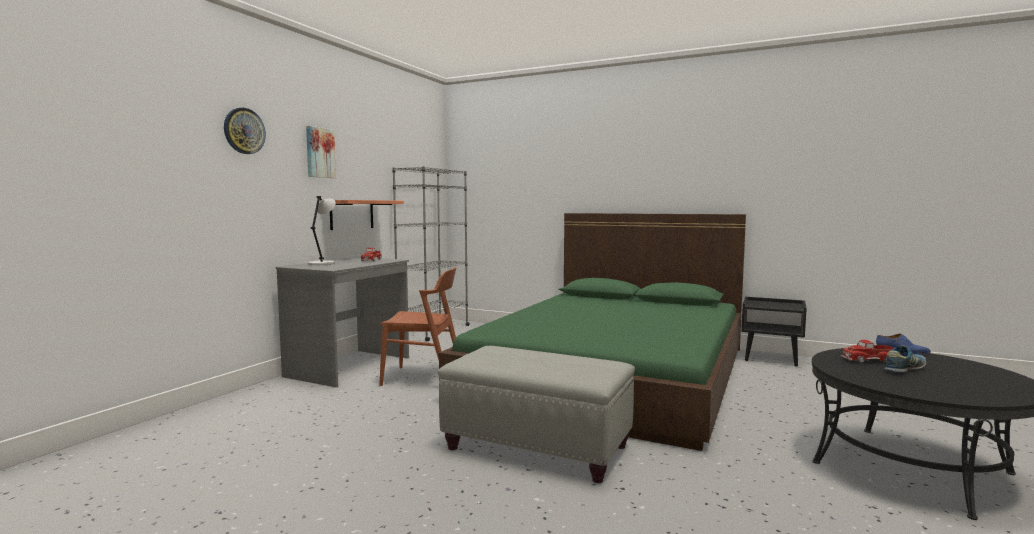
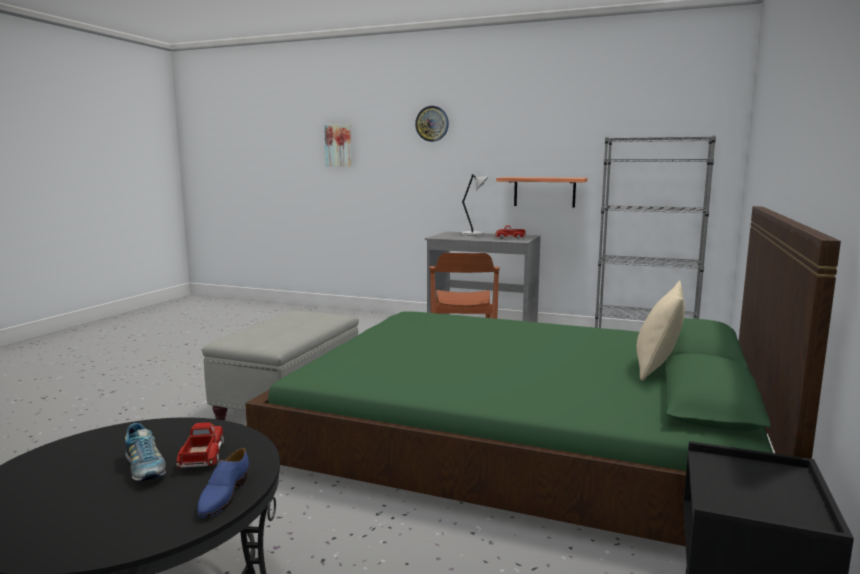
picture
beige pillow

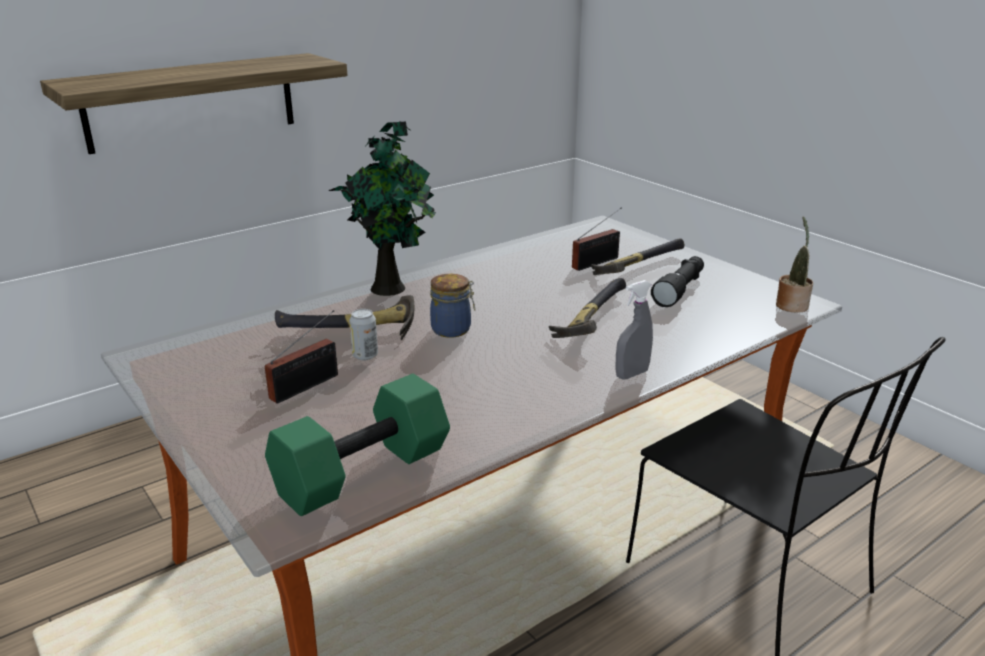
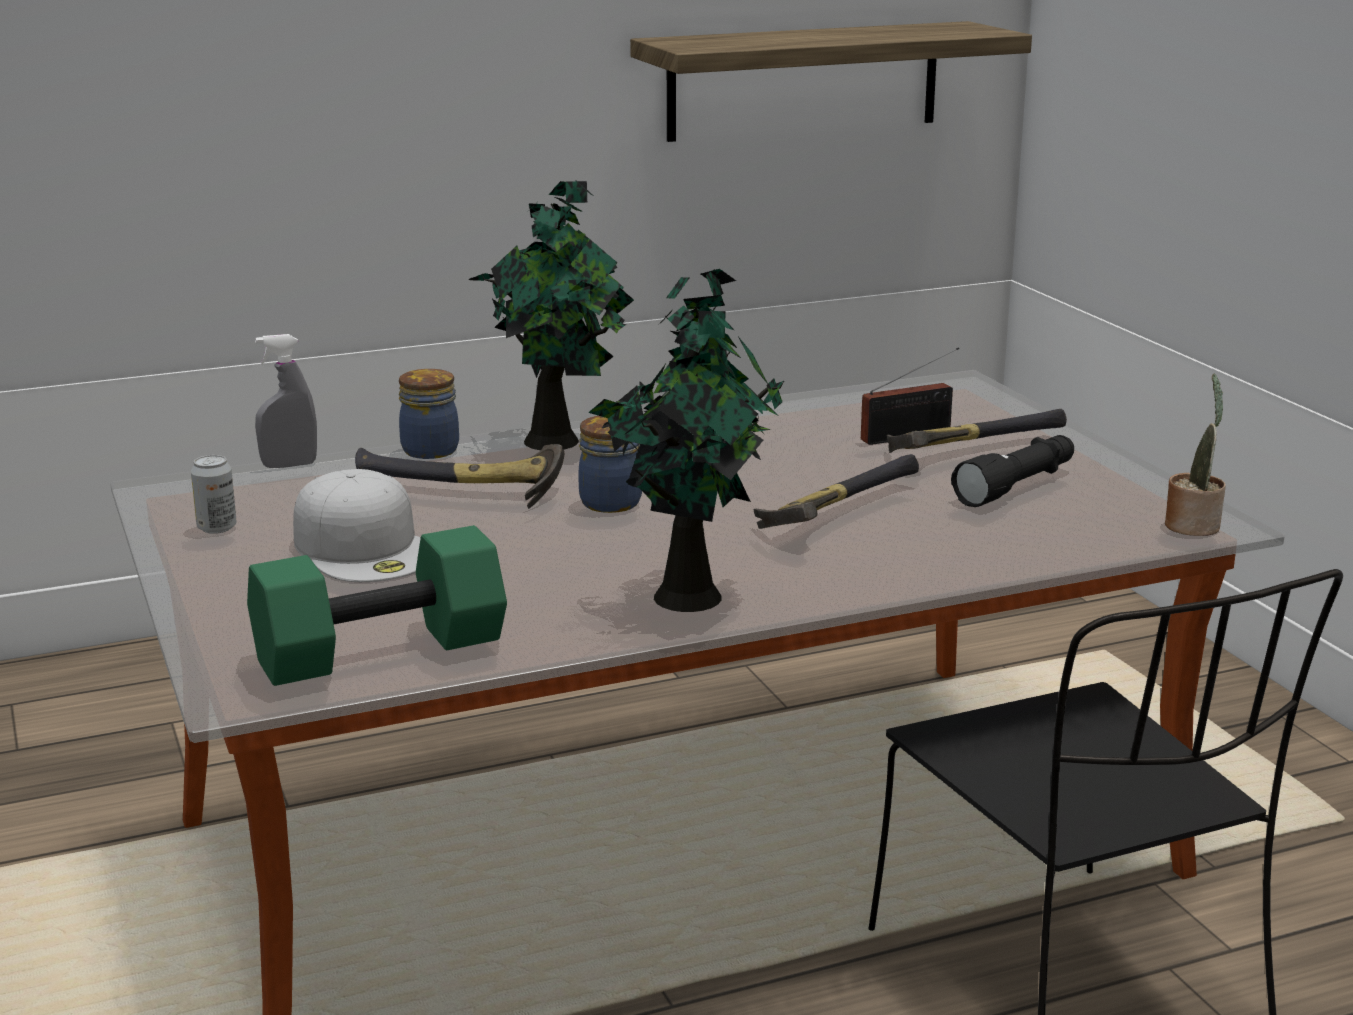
shelf
white cap
can
grey spray bottle
jar (no. 1 from left)
potted plant (no. 2 from left)

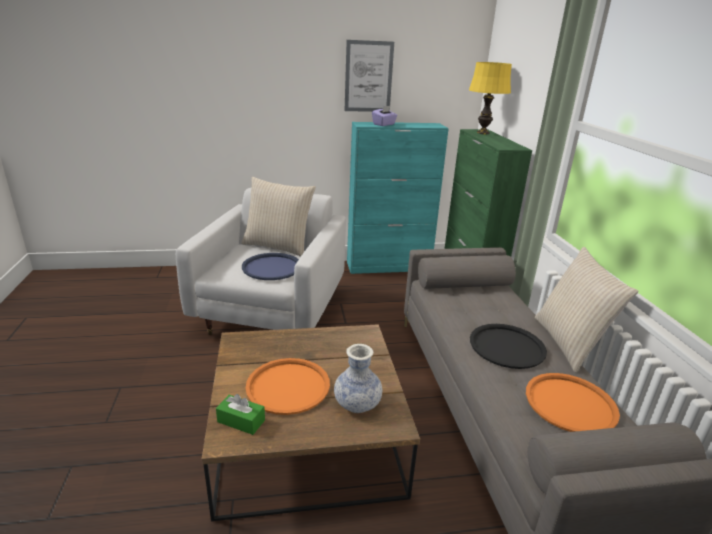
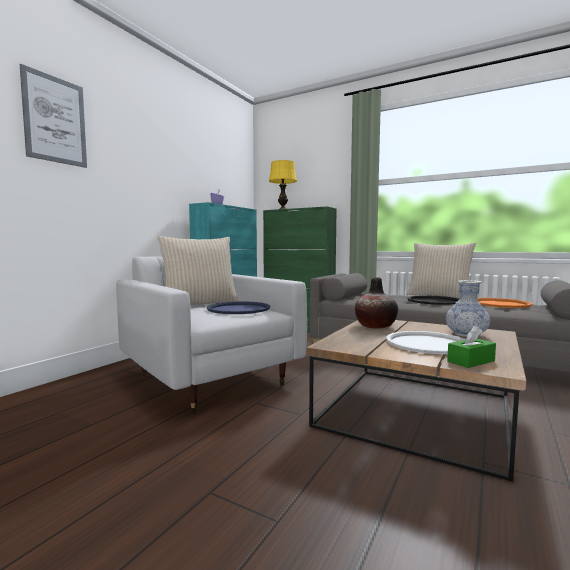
white tray
picture
vase (no. 1 from left)

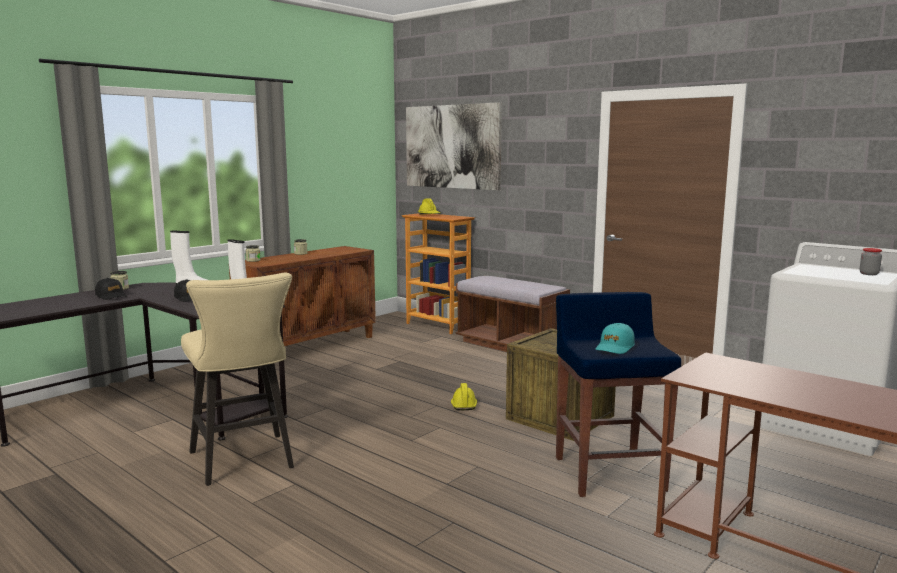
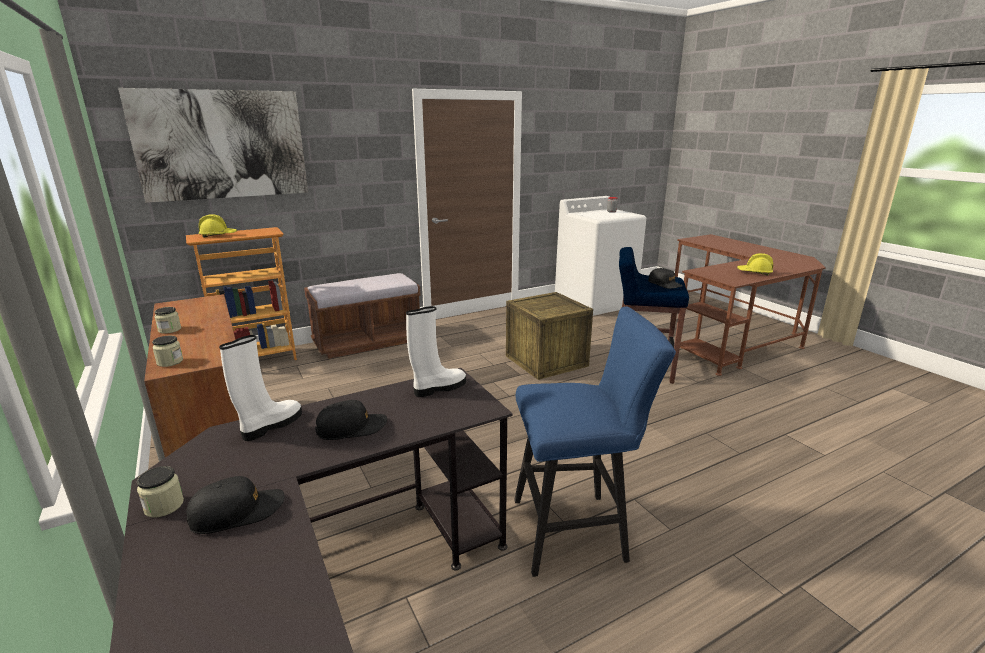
blue stool (no. 1 from left)
yellow hard hat (no. 2 from left)
black cap (no. 3 from left)

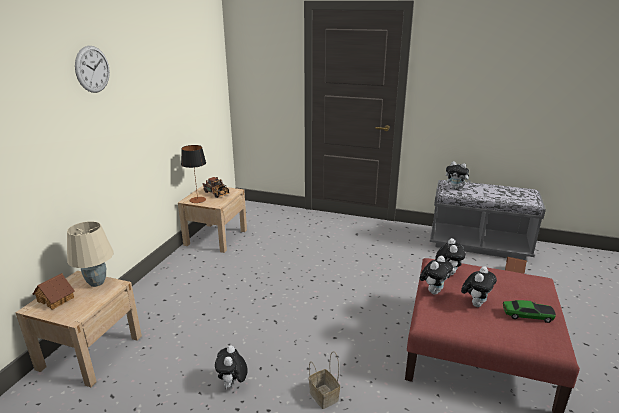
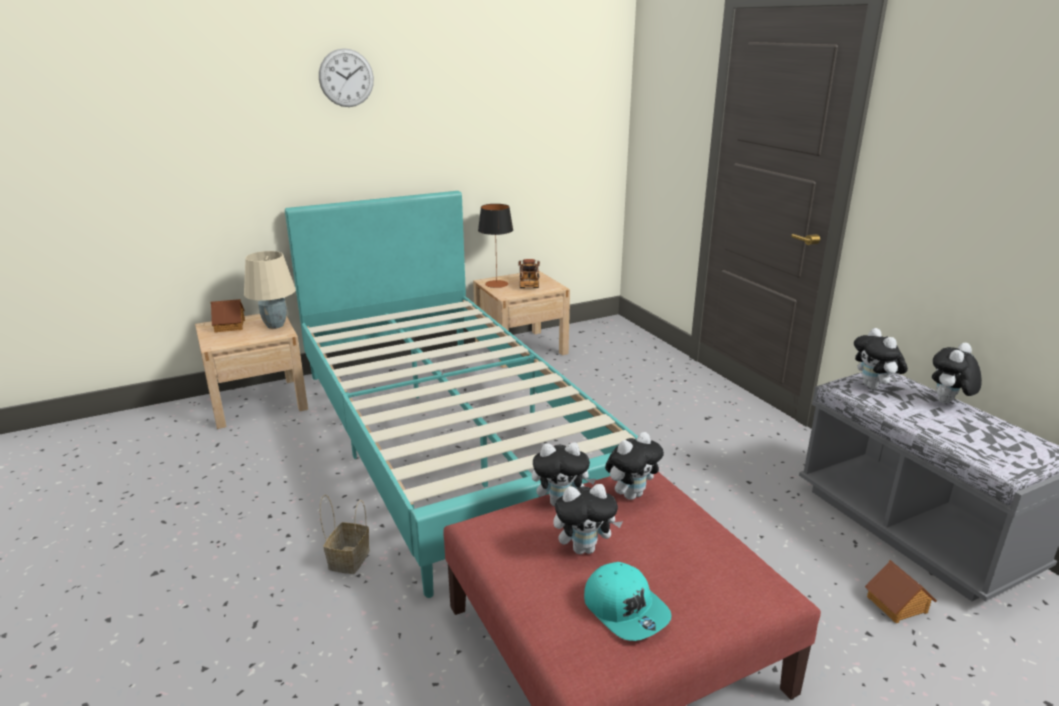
plush toy (no. 5 from left)
turquoise cap
turquoise bed

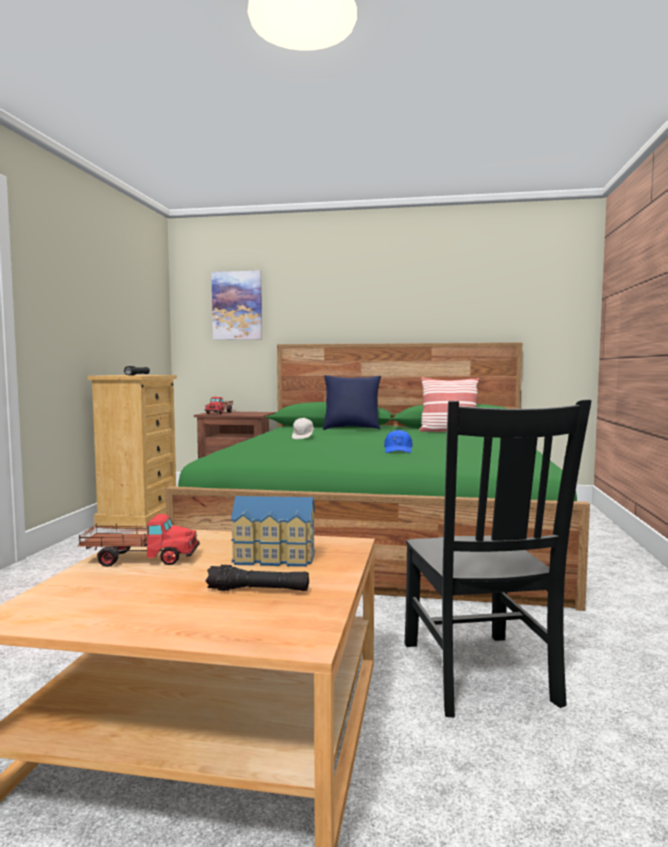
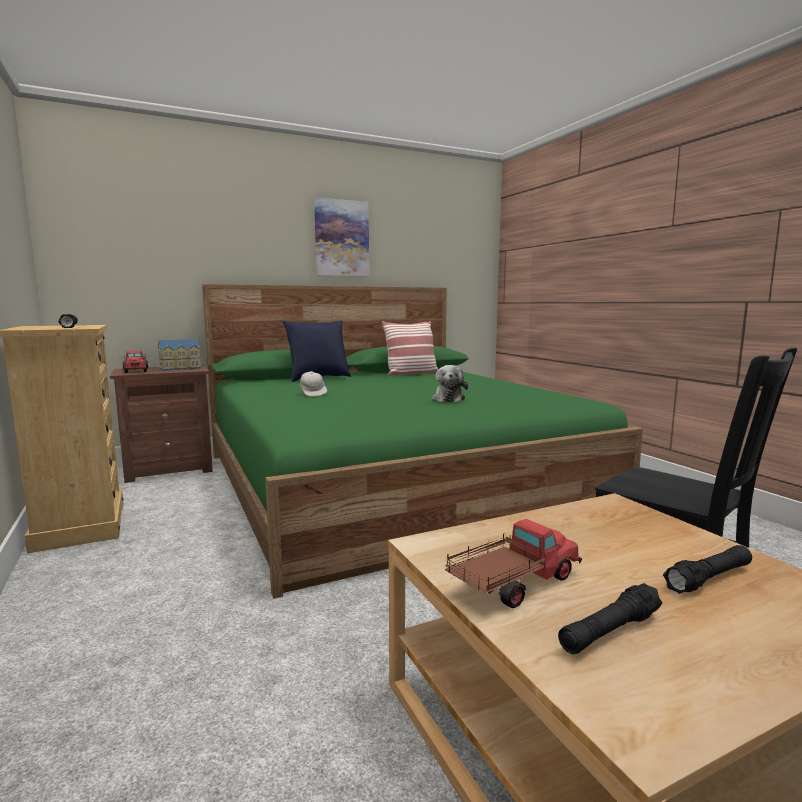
picture
toy house
plush toy
black flashlight (no. 2 from left)

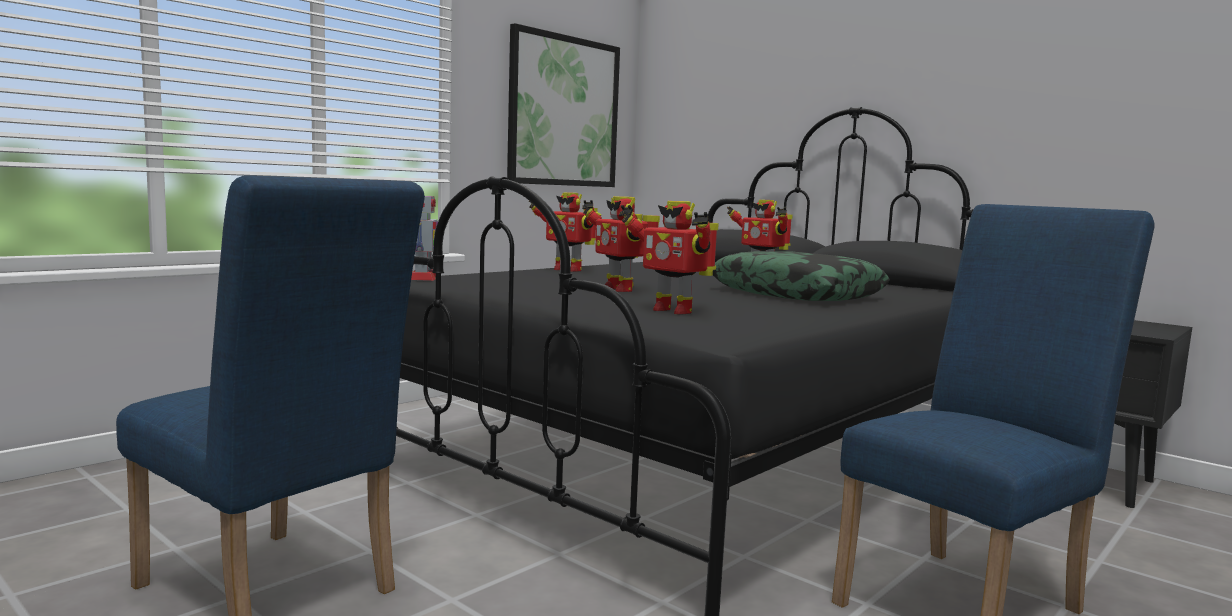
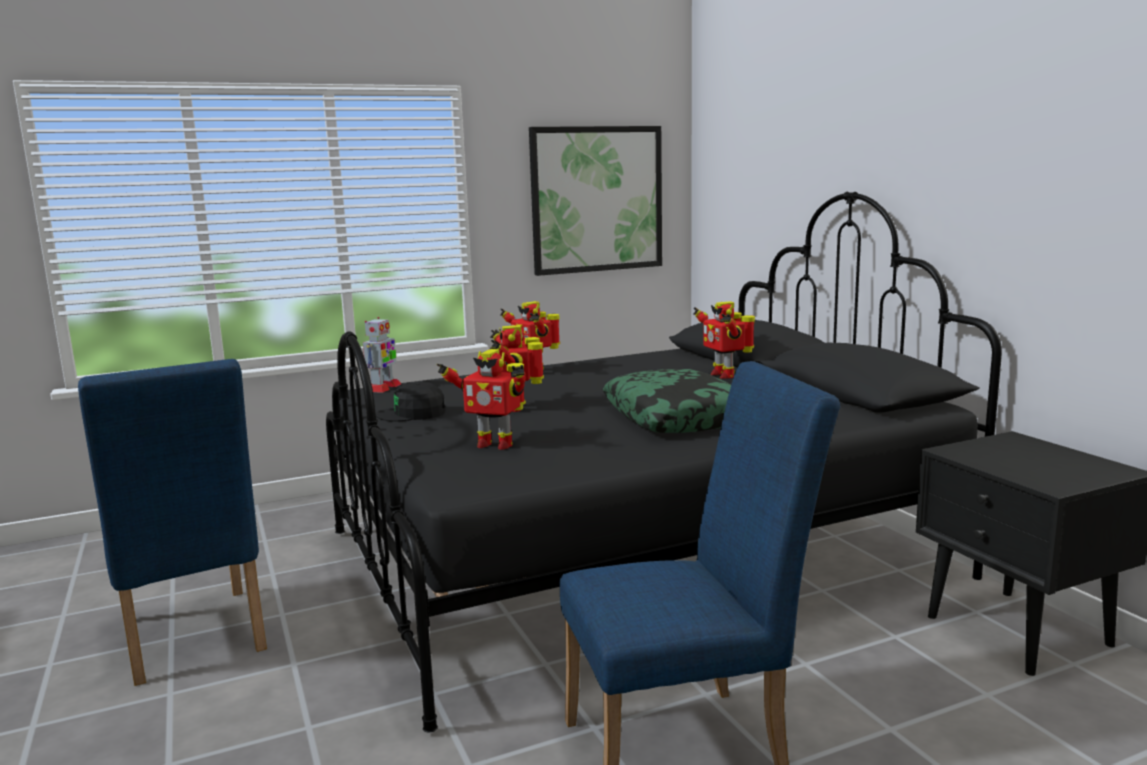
toy robot (no. 2 from left)
black cap

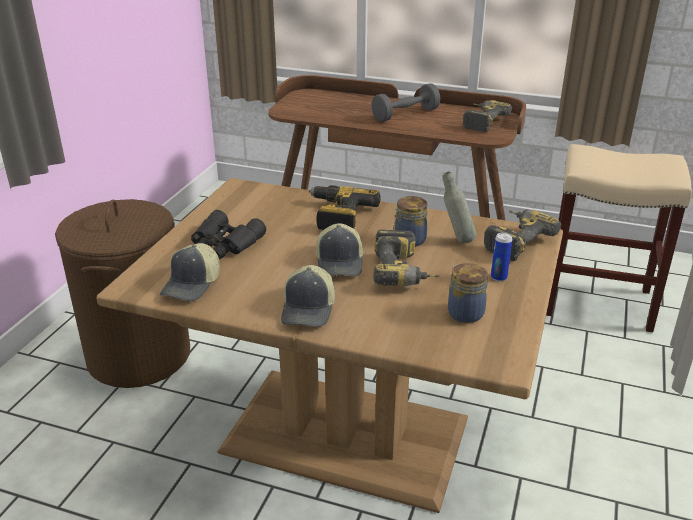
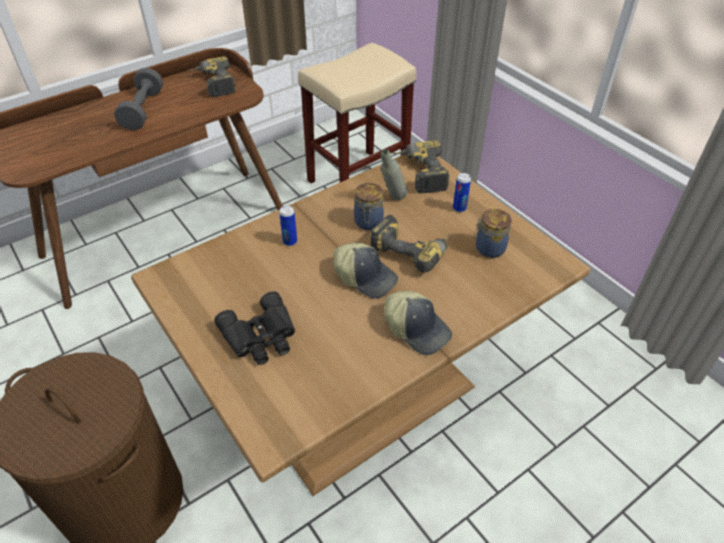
cap (no. 1 from left in the first image)
can (no. 1 from left)

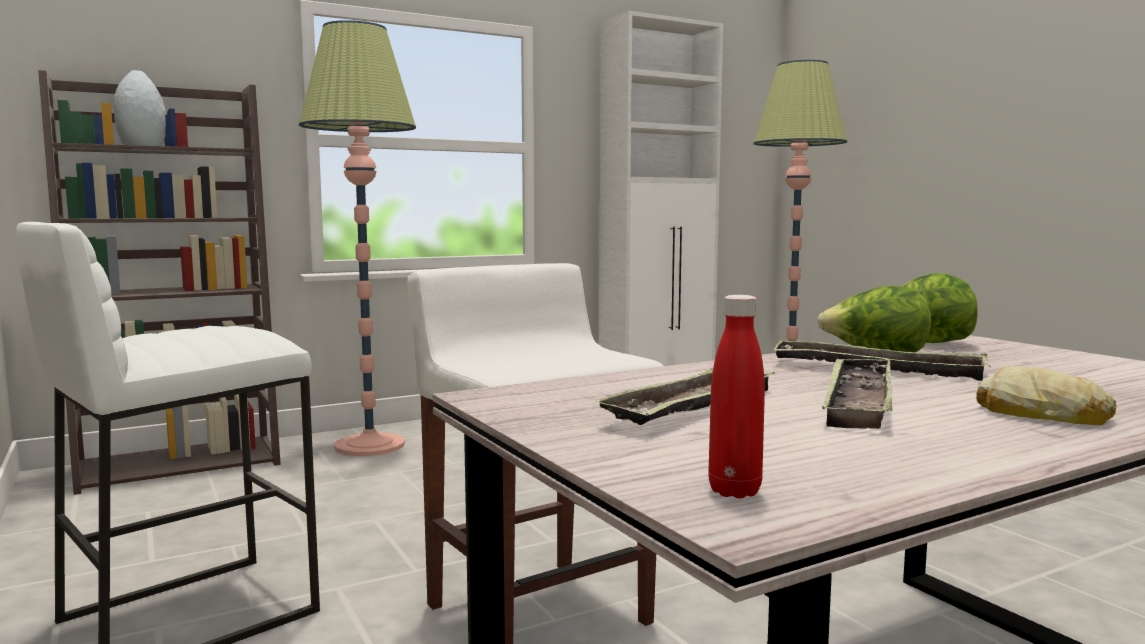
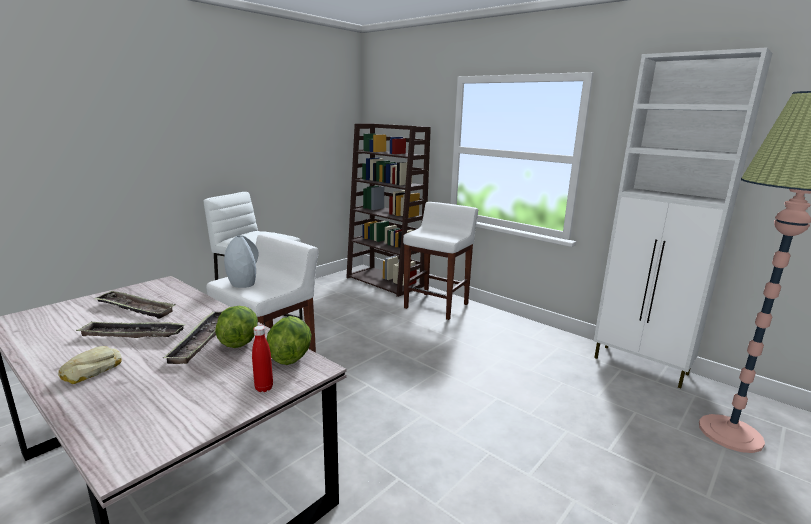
grey vase
white stool (no. 3 from left)
red bottle

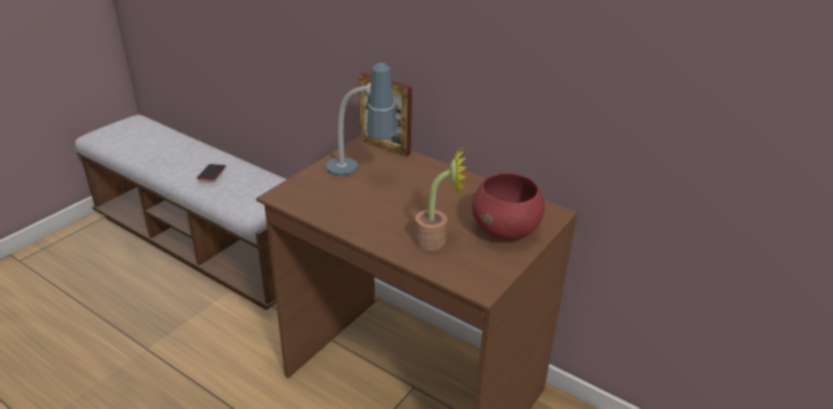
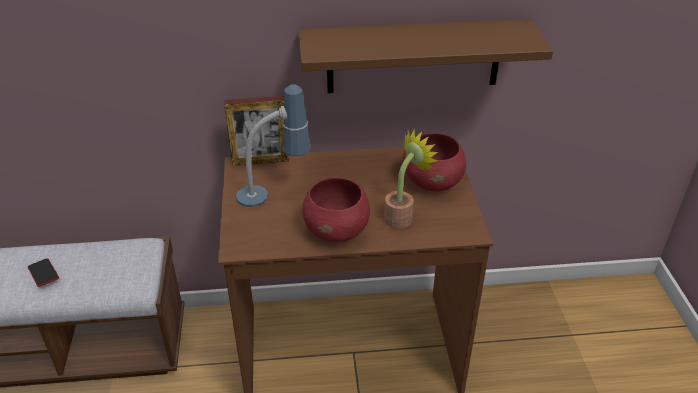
brown shelf
red bowl (no. 1 from left)

